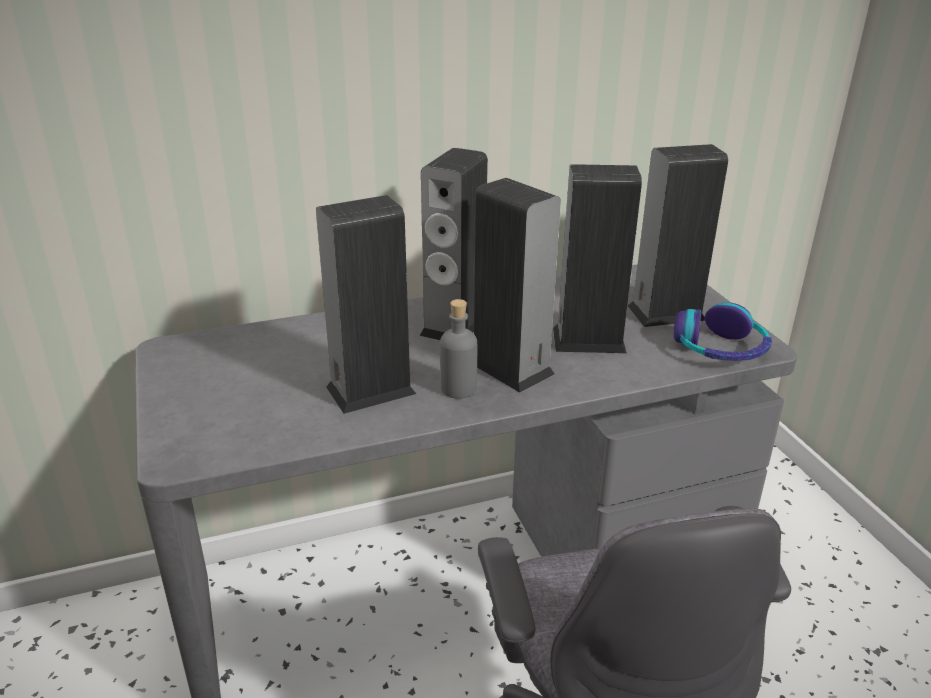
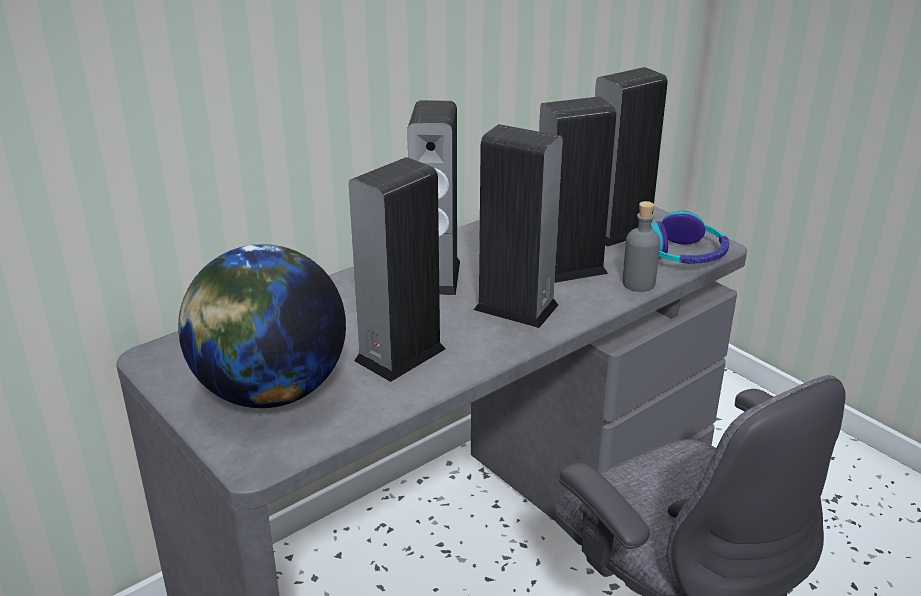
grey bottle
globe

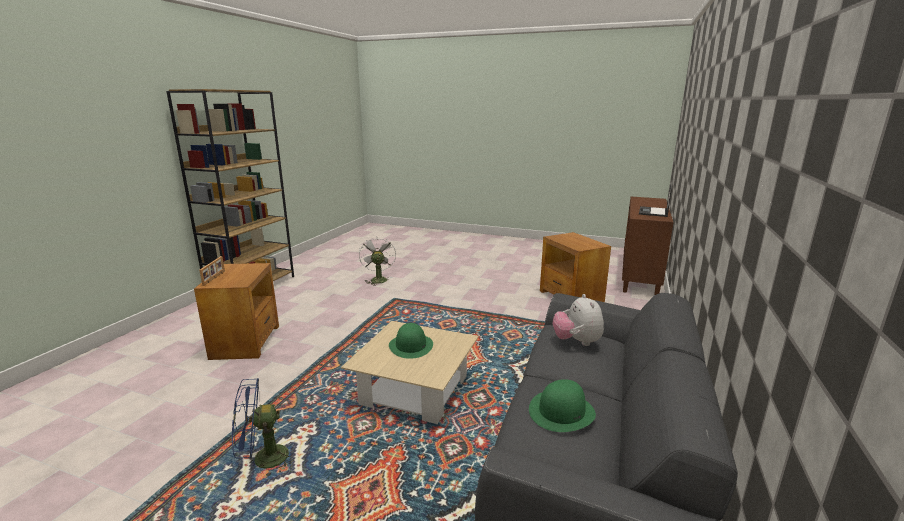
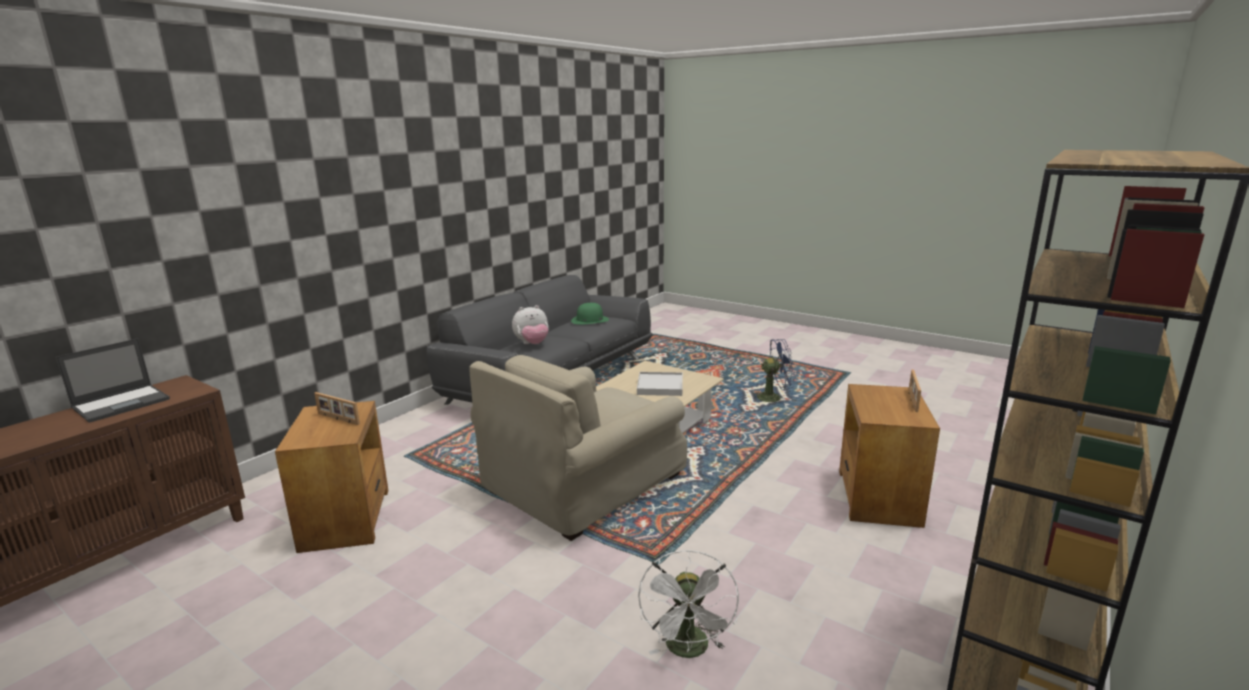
white tray
plush toy
picture frame (no. 1 from left)
beige armchair

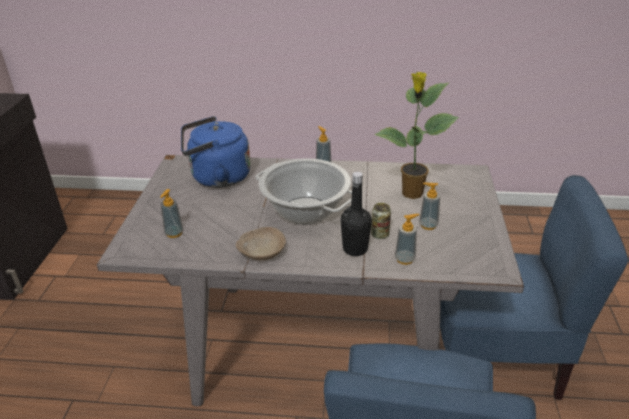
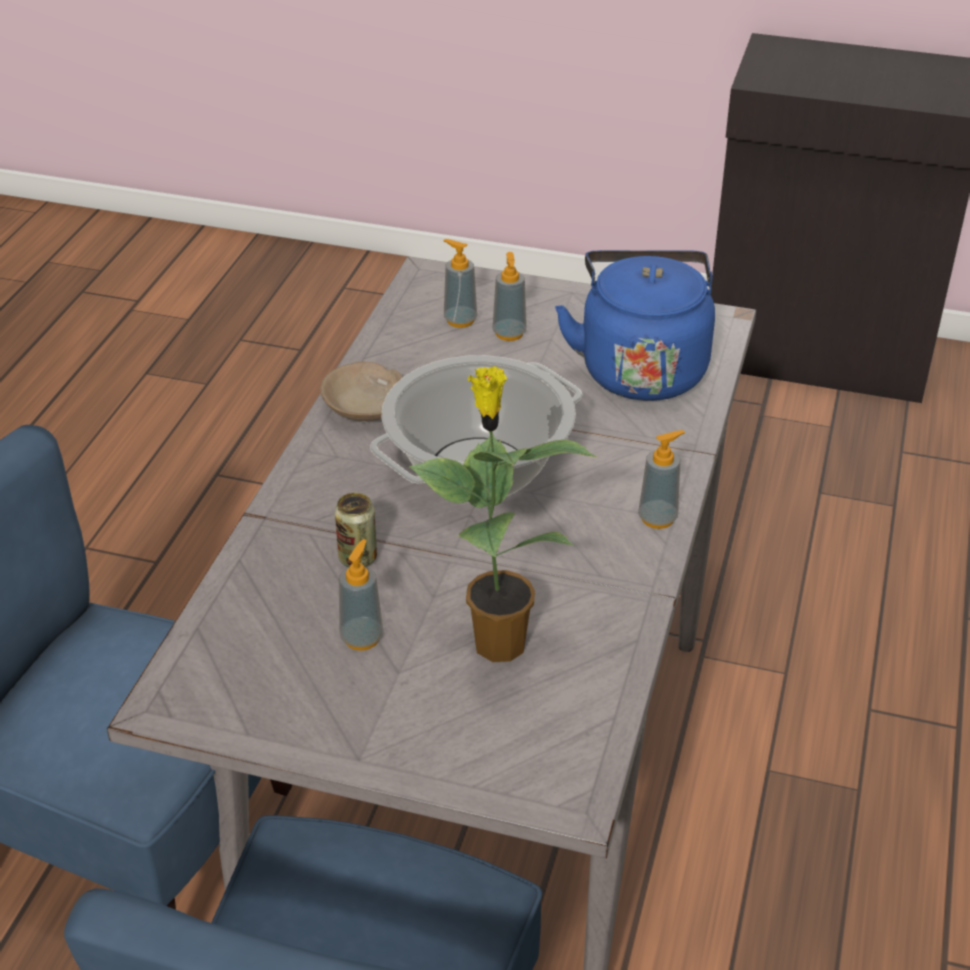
black bottle
soap dispenser (no. 3 from left)

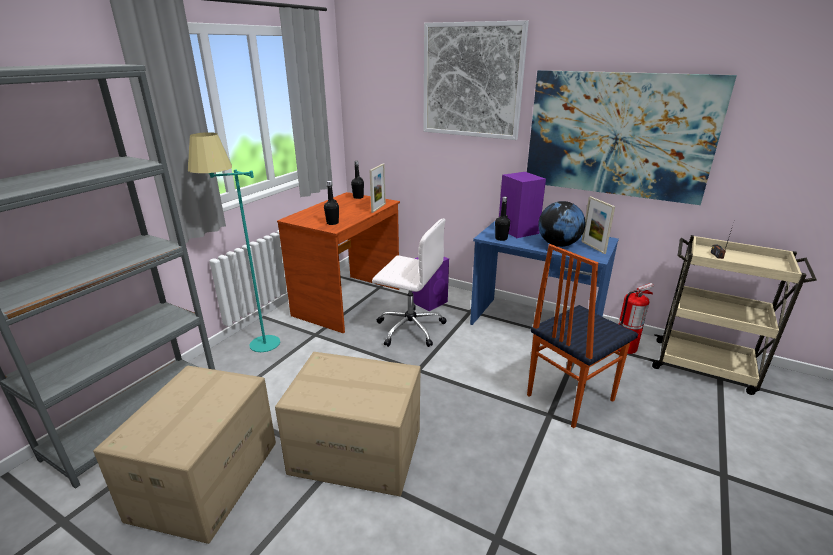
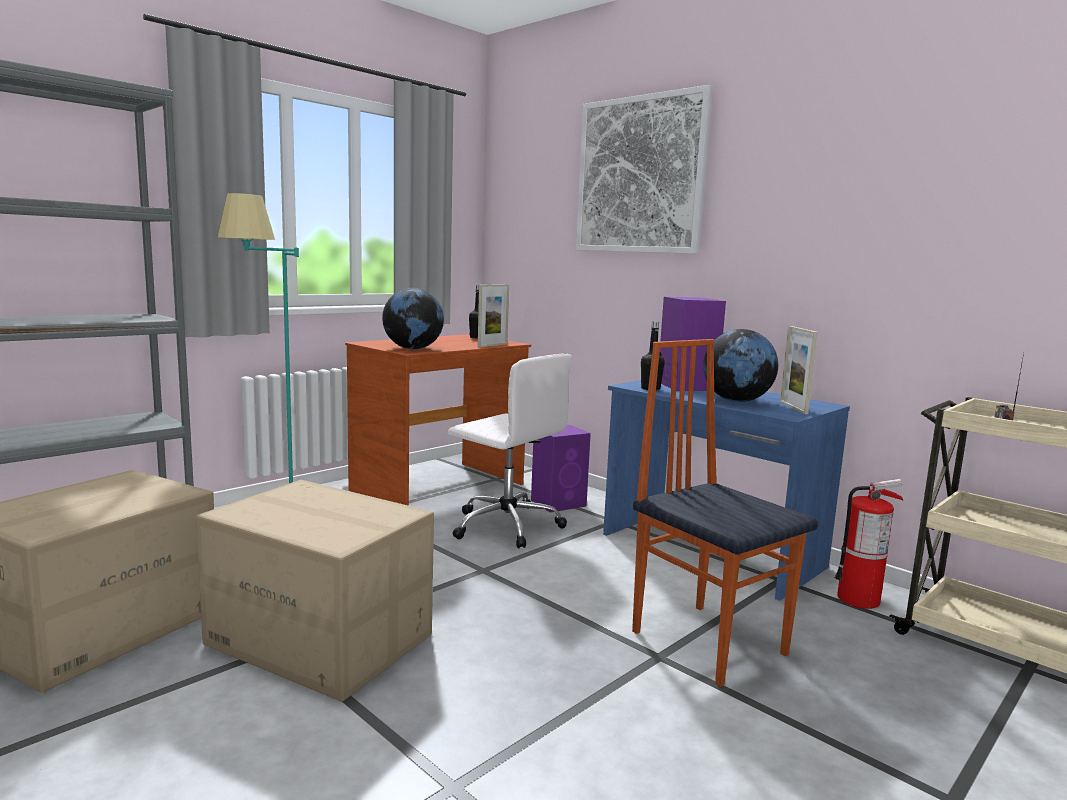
globe (no. 1 from left)
picture (no. 2 from left in the first image)
chair

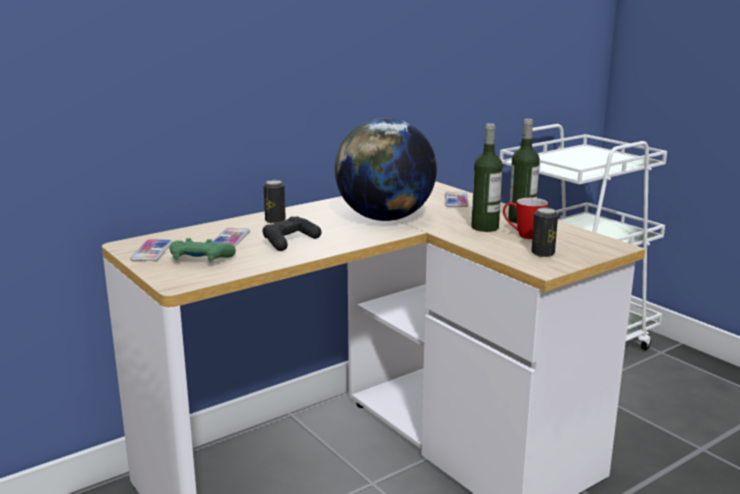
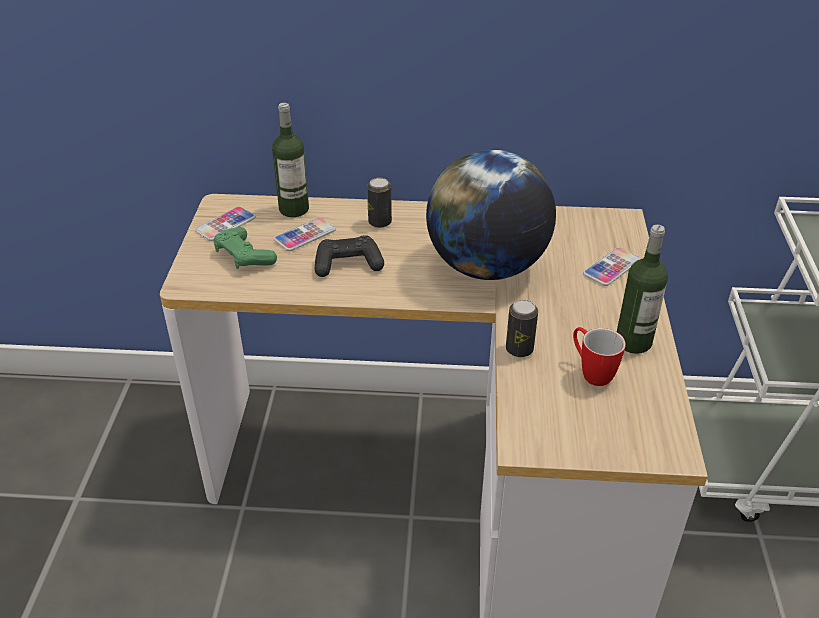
bottle (no. 1 from left)
can (no. 2 from left)

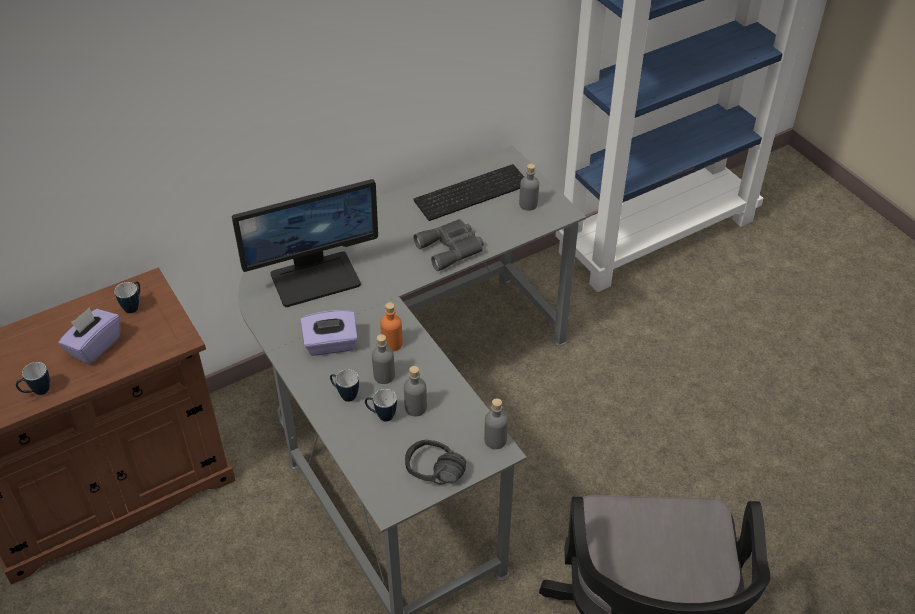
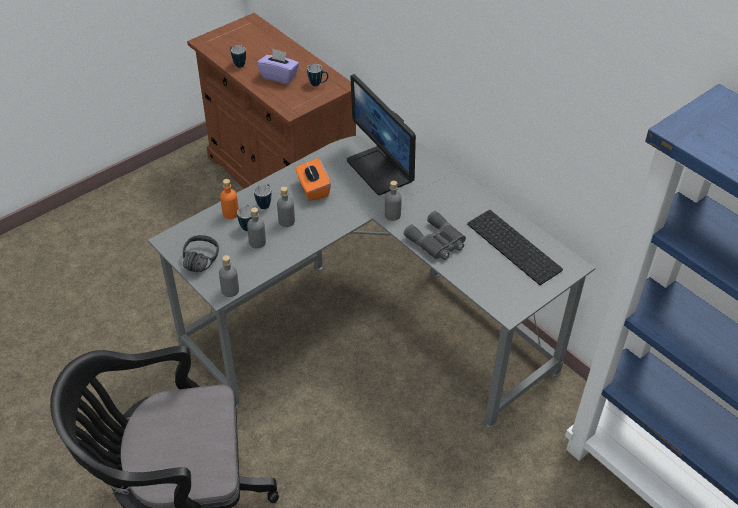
orange tissue box
orange bottle
grey bottle (no. 4 from left)

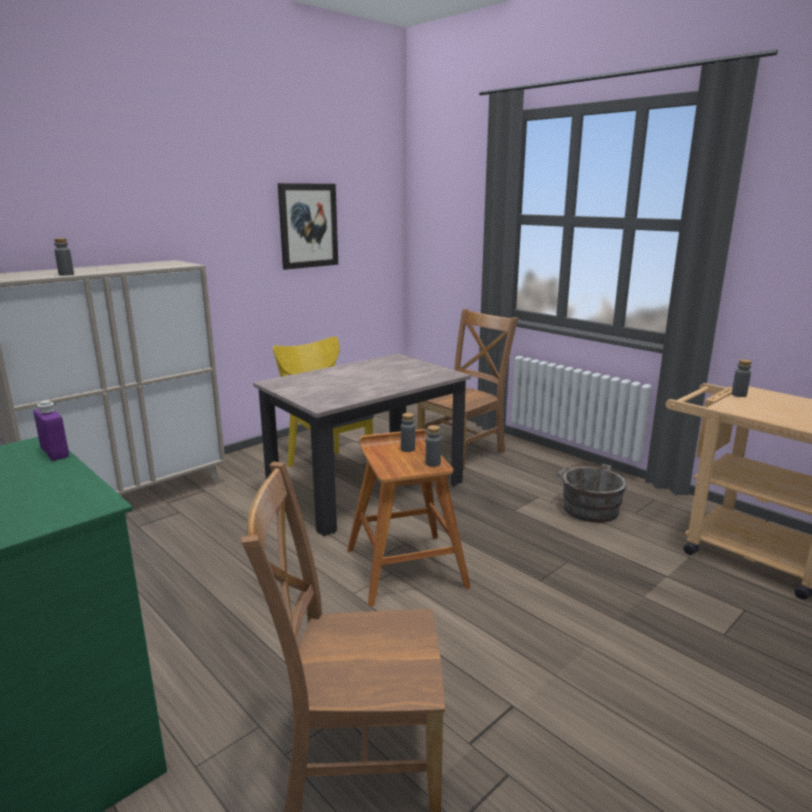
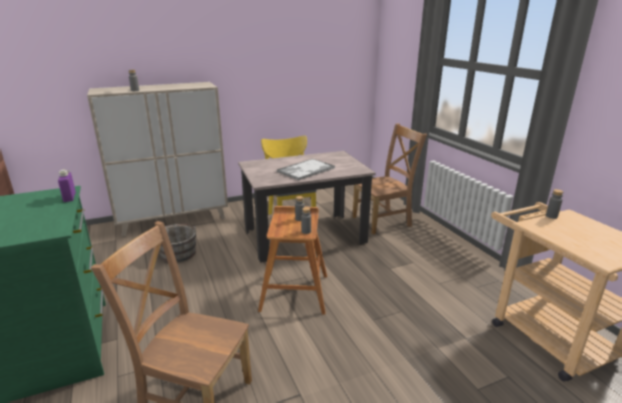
picture
grey bucket
tray

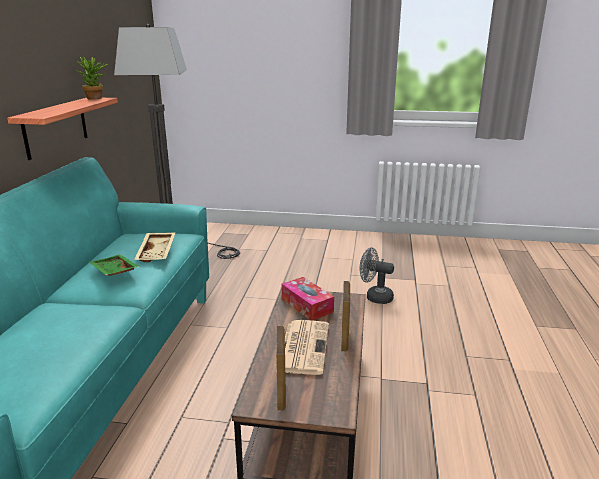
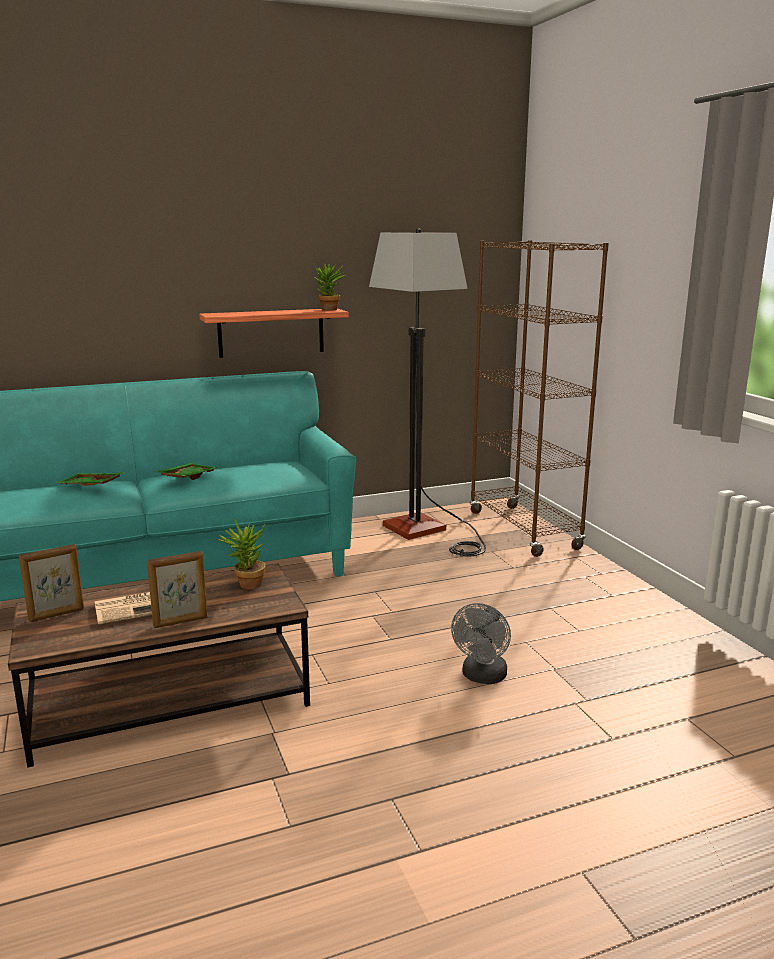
beige tray
potted plant (no. 1 from left)
grey fan
green tray (no. 1 from left)
brown bookcase

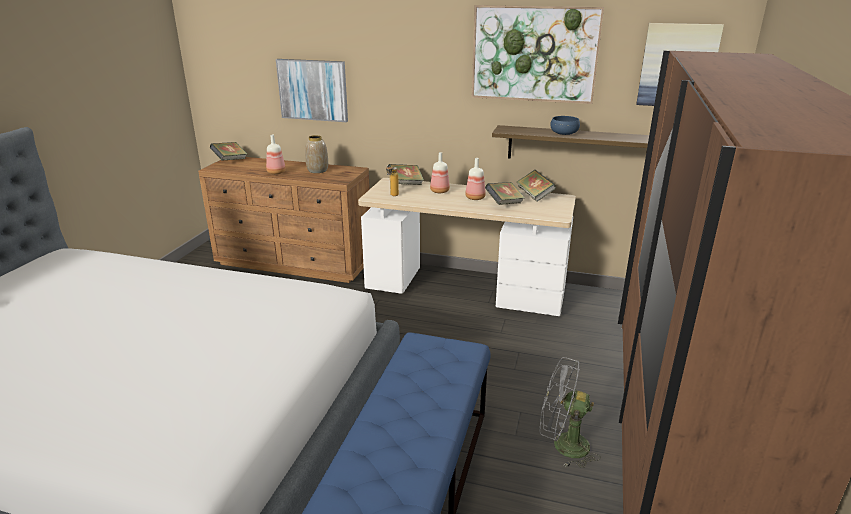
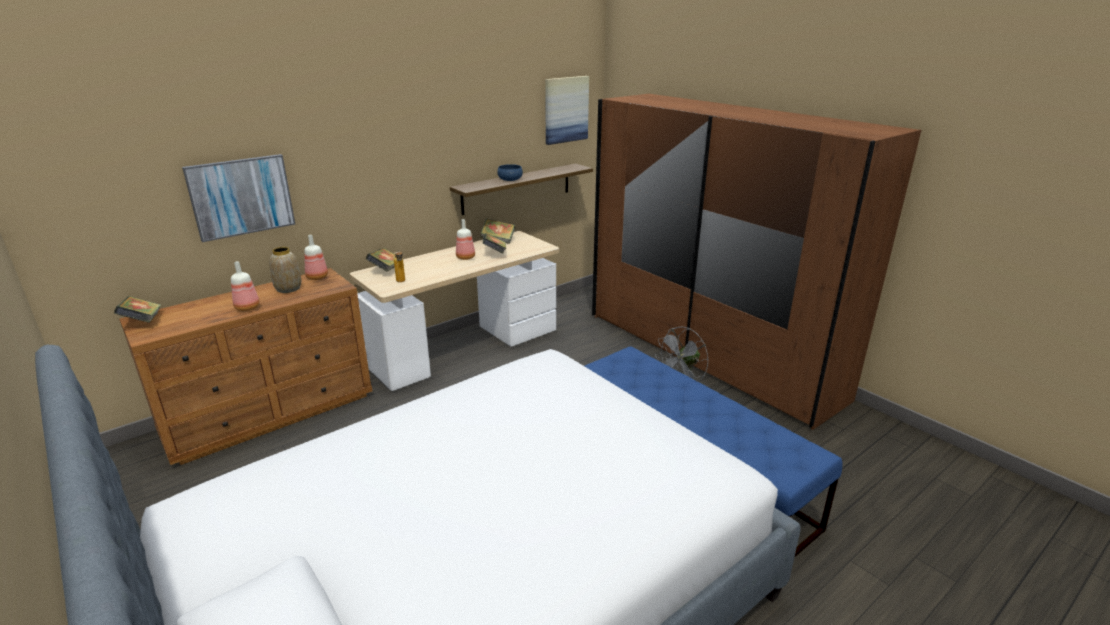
bottle (no. 2 from left)
picture (no. 2 from left in the first image)

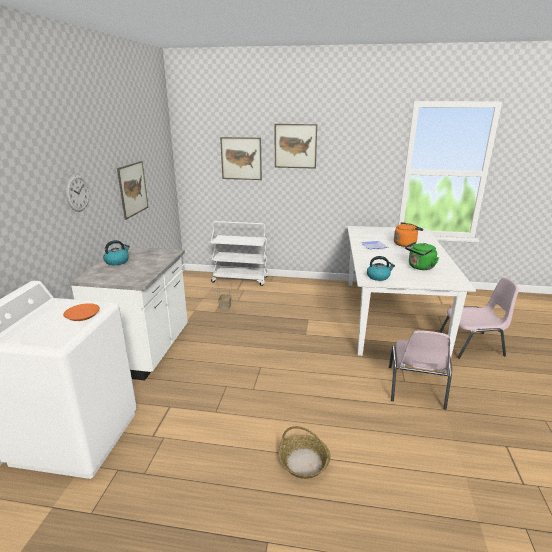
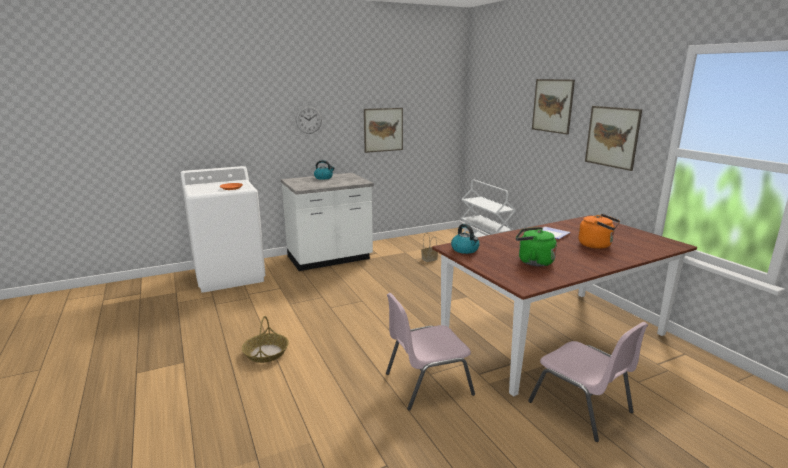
picture (no. 3 from left)
brown dining table

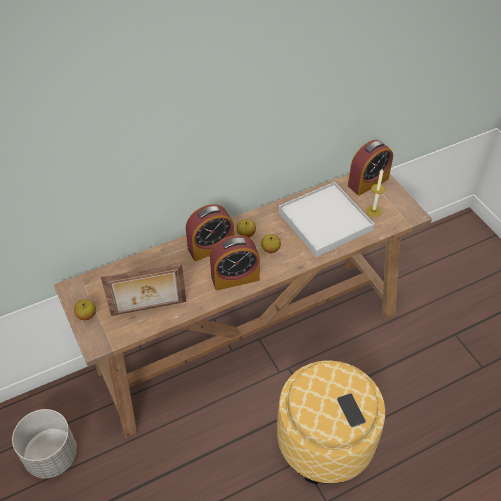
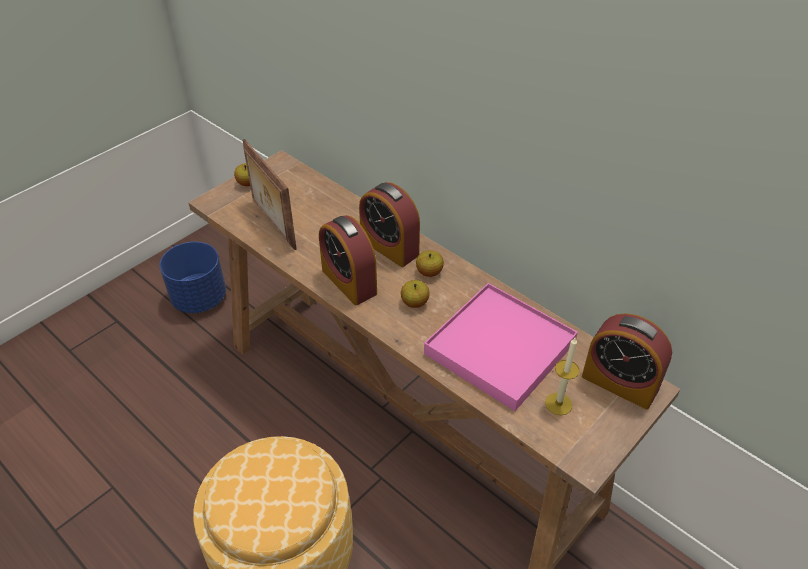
blue planter
pink tray
phone

